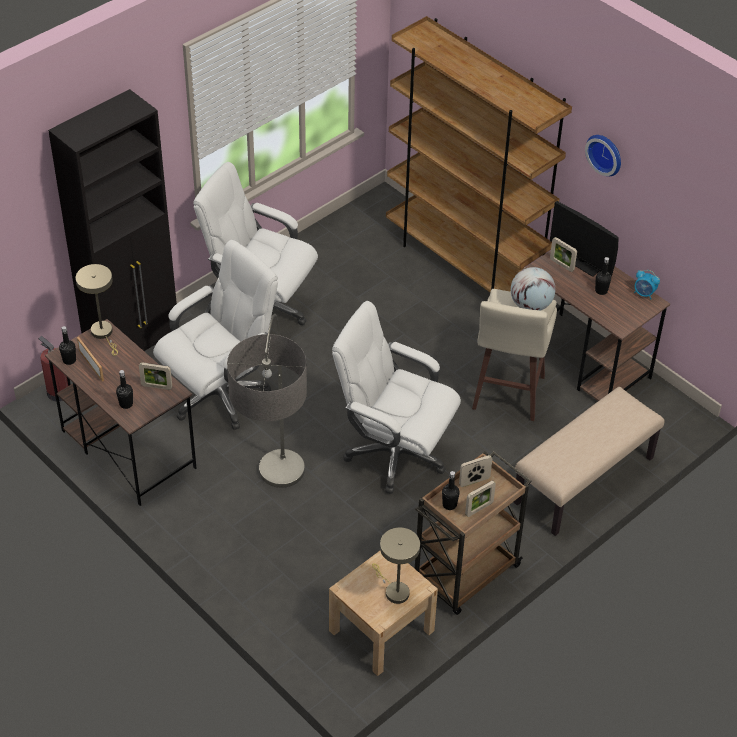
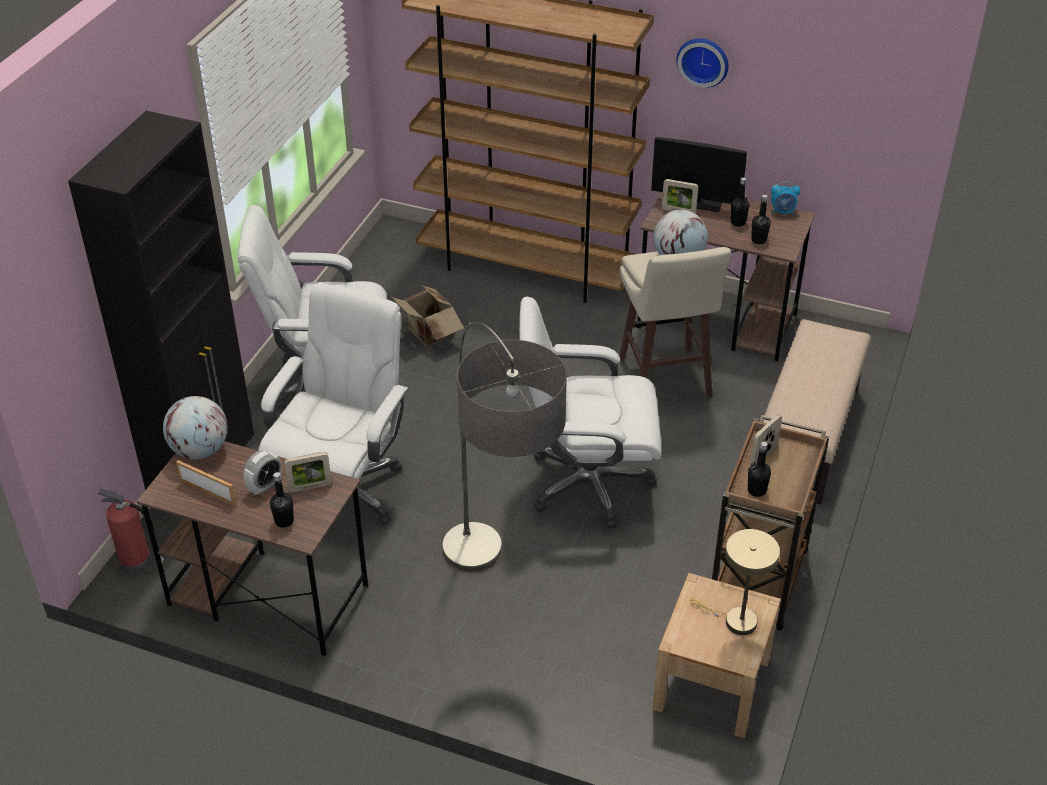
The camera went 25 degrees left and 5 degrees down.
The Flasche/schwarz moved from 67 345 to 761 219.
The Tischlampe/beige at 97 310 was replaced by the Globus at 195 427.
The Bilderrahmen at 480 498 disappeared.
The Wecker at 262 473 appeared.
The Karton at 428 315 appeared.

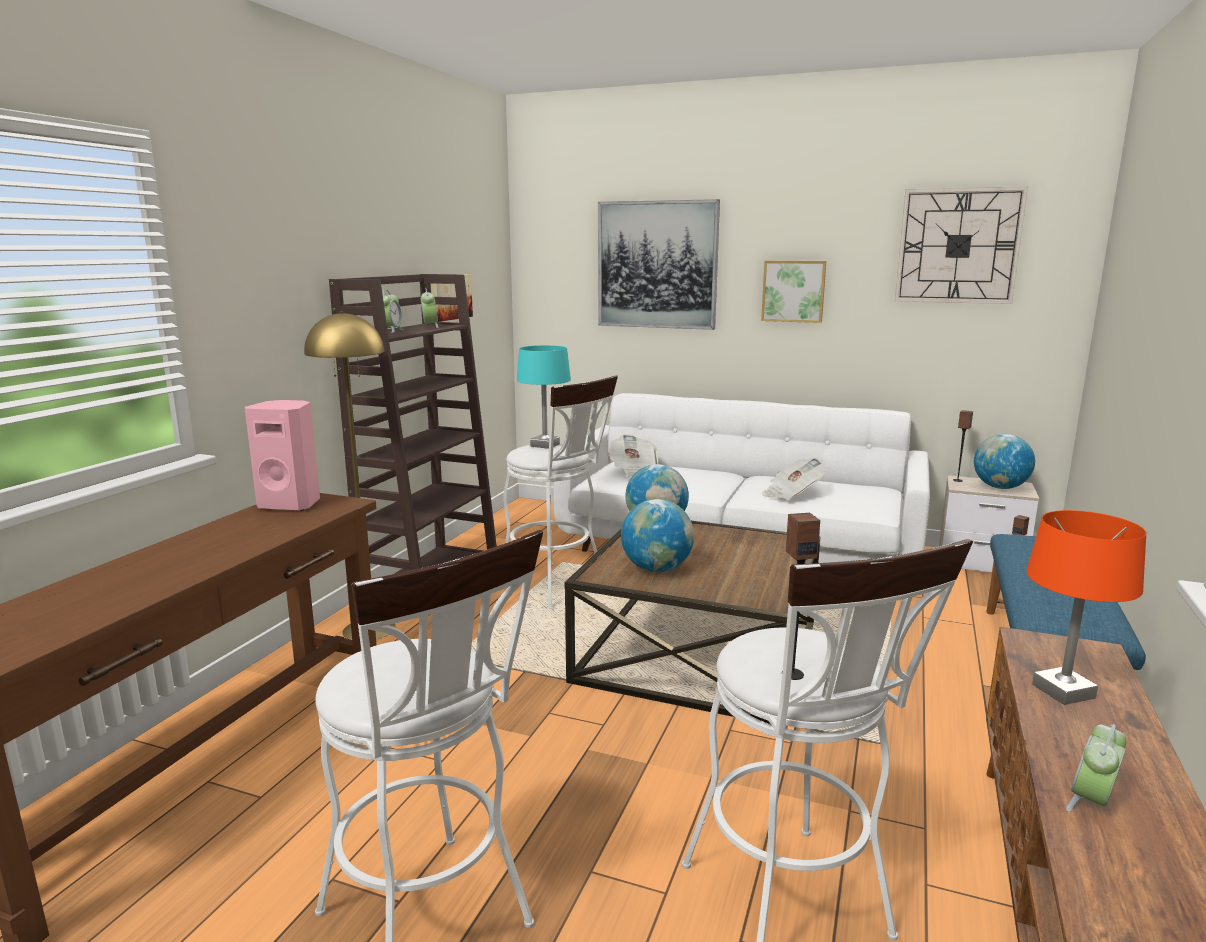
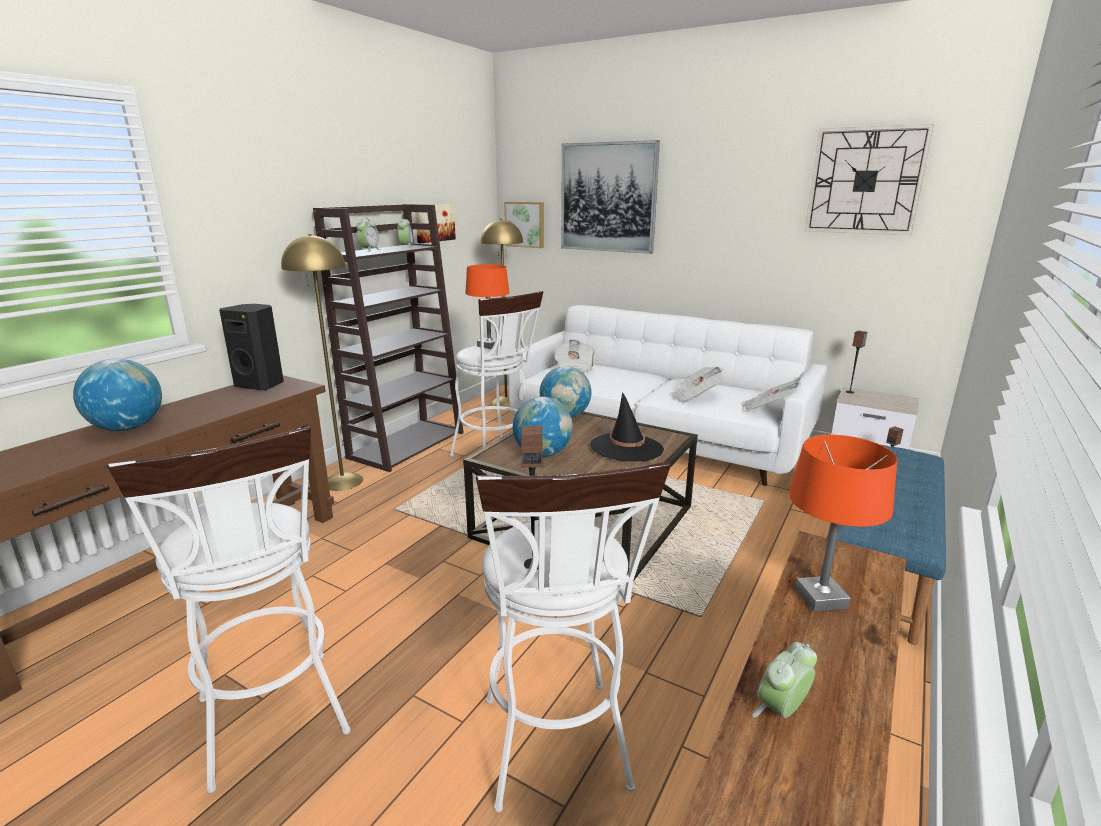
The camera went 10 degrees right and 5 degrees up.
The Lautsprecher/rosa at 282 455 became the Lautsprecher/schwarz at 251 347.
The Tischlampe/türkis at 544 397 became the Tischlampe/orange at 487 306.
The Bild moved from 793 292 to 524 225.
The Globus moved from 1004 461 to 117 395.
The Stehlampe/gelb at 502 312 appeared.
The Hut/schwarz at 627 426 appeared.
The Zeitung at 771 395 appeared.

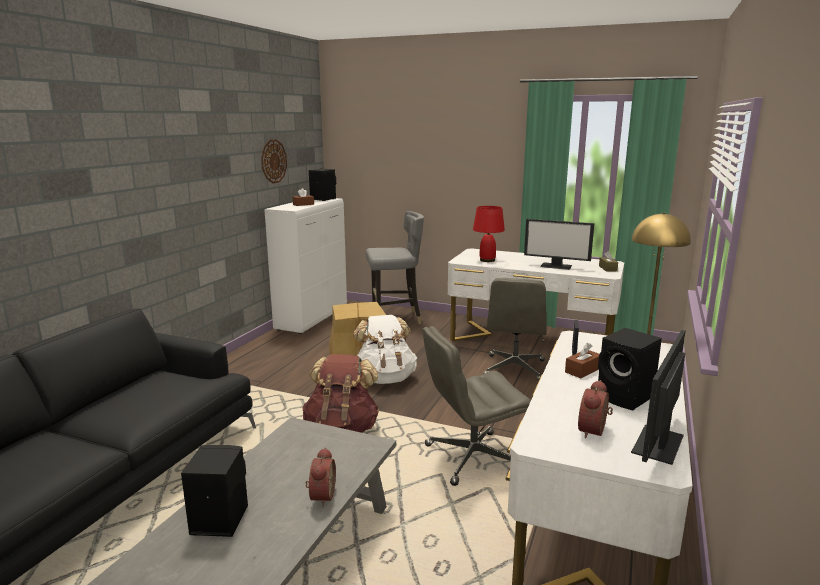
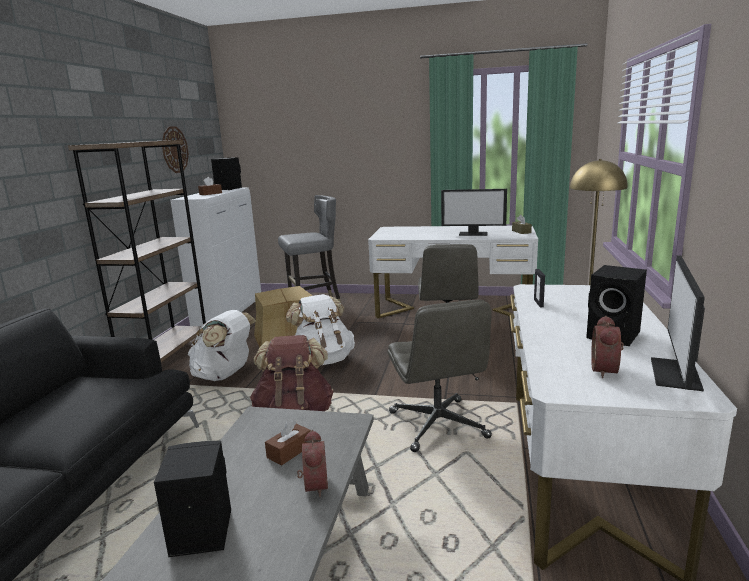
The camera went 10 degrees left and 0 degrees up.
The Bürostuhl/grau at 476 406 turned 75 degrees counterclockwise.
The Tischlampe/rot at 489 234 disappeared.
The Taschentuchbox/braun moved from 582 360 to 288 442.
The Bücherregal/braun at 137 251 appeared.
The Rucksack/weiß at 222 345 appeared.

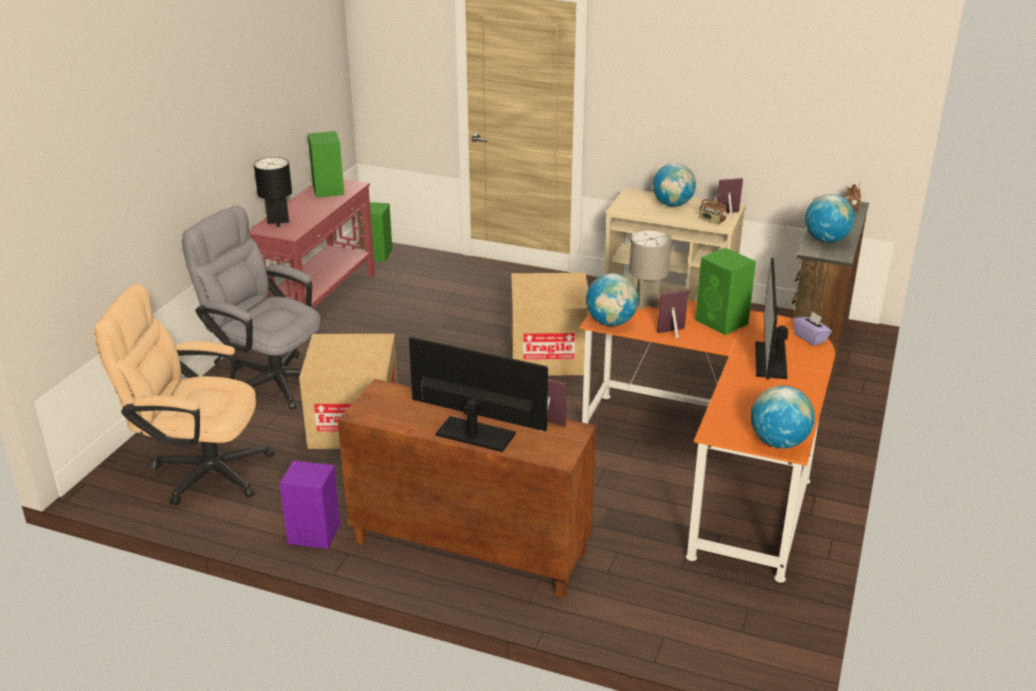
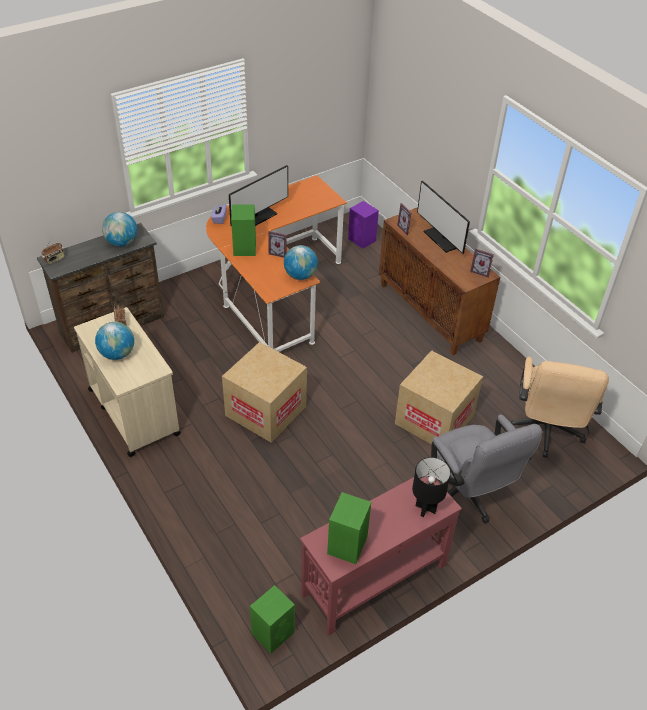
The camera went 145 degrees left and 15 degrees up.
The Bürostuhl/beige at 184 394 turned 60 degrees clockwise.
The Lautsprecher/lila moved from 309 504 to 363 225.
The Tischlampe/grau at 650 269 disappeared.
The Bilderrahmen moved from 730 198 to 482 263.
The Globus at 783 417 disappeared.

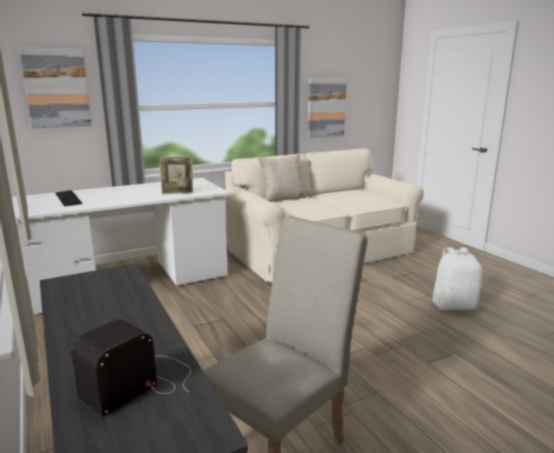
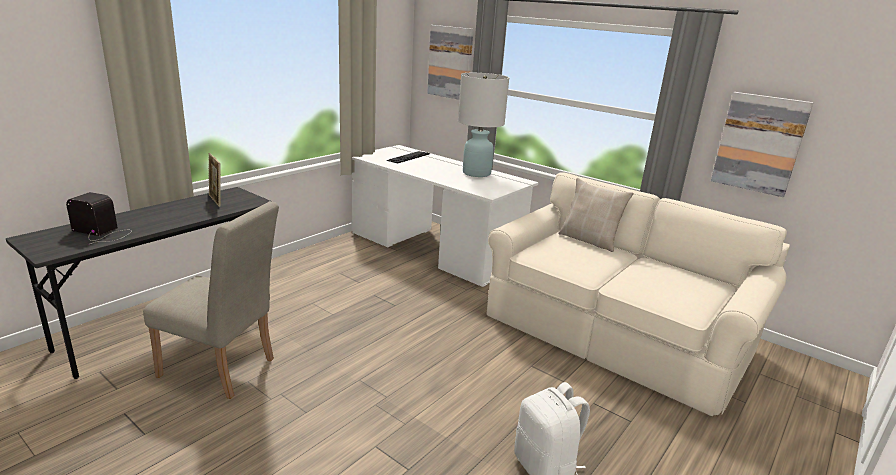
The camera went 65 degrees right and 5 degrees up.
The Bilderrahmen moved from 176 175 to 214 180.
The Tischlampe/weiß at 483 125 appeared.

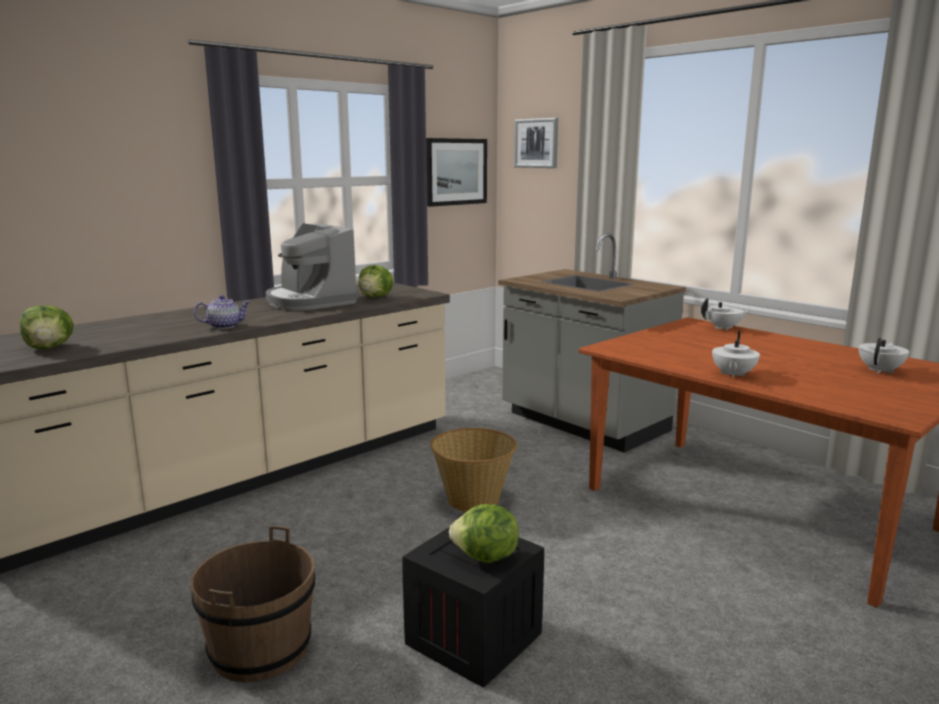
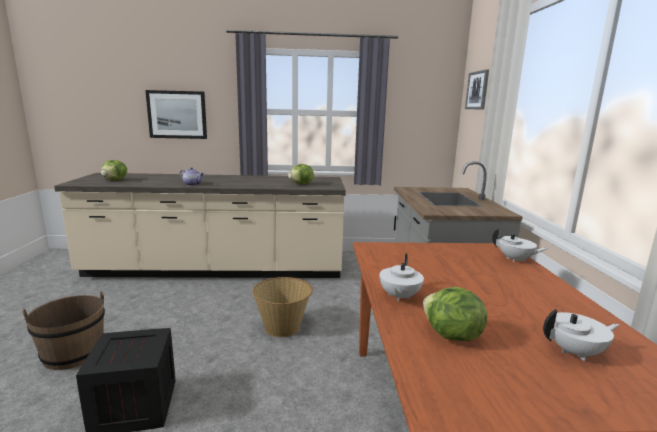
The camera went 40 degrees right and 0 degrees up.
The Kaffeemaschine at 312 266 disappeared.
The Bild moved from 456 172 to 176 114.
The Salatkopf moved from 484 533 to 455 314.
The Teekanne/weiß at 736 354 turned 45 degrees counterclockwise.

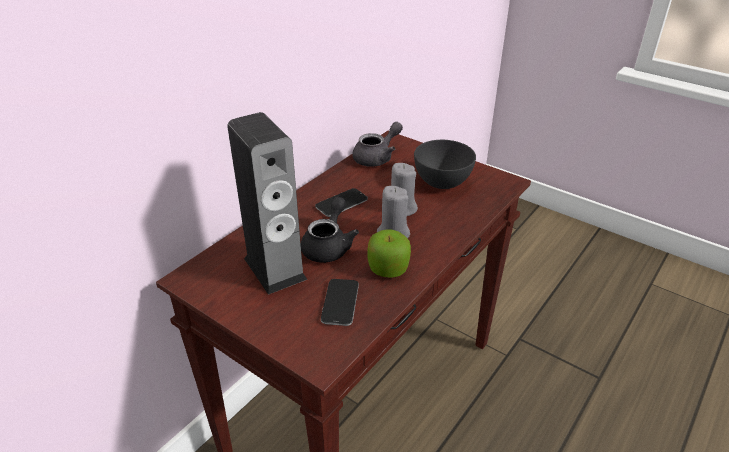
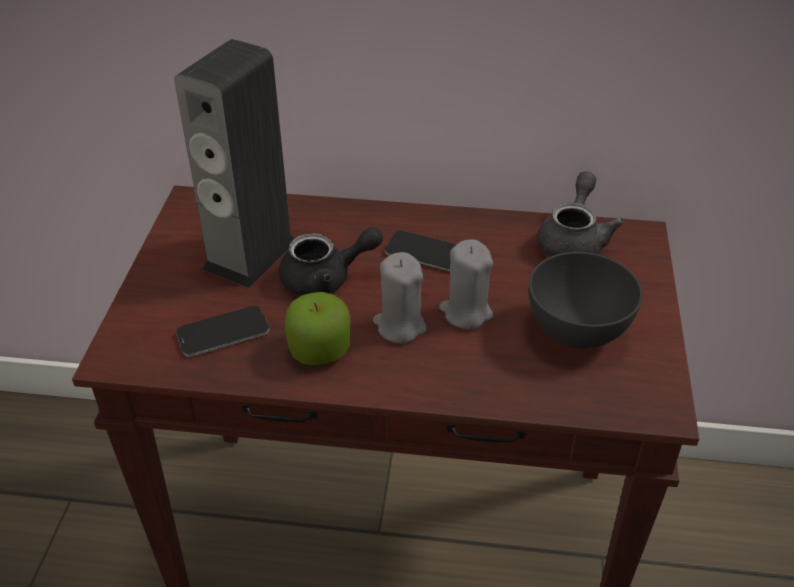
The camera went 60 degrees right and 5 degrees up.
The Teekanne/grau at 377 144 turned 90 degrees counterclockwise.

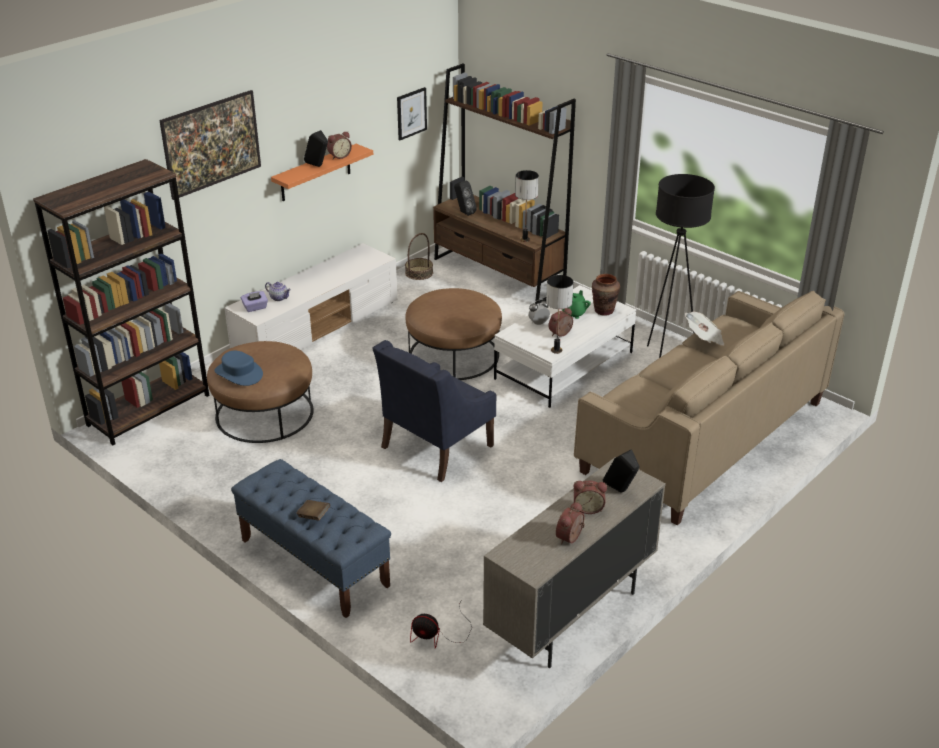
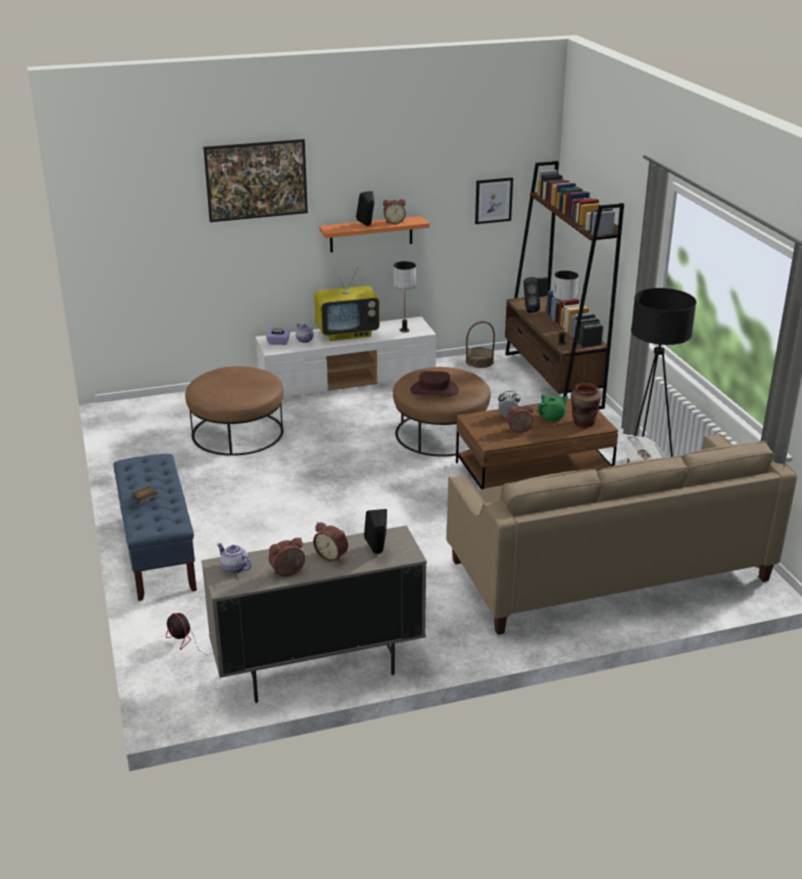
The camera went 30 degrees right and 5 degrees down.
The Bücherregal/braun at 121 302 disappeared.
The Hut/blau at 238 368 disappeared.
The Sessel/blau at 434 411 disappeared.
The Couchtisch/weiß at 565 346 became the Couchtisch/braun at 537 444.
The Tischlampe moved from 560 314 to 404 297.
The Teekanne at 234 558 appeared.
The Fernseher at 347 304 appeared.
The Hut/braun at 434 383 appeared.

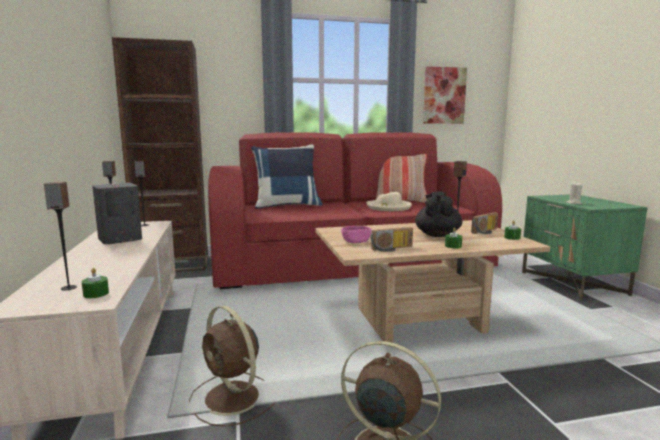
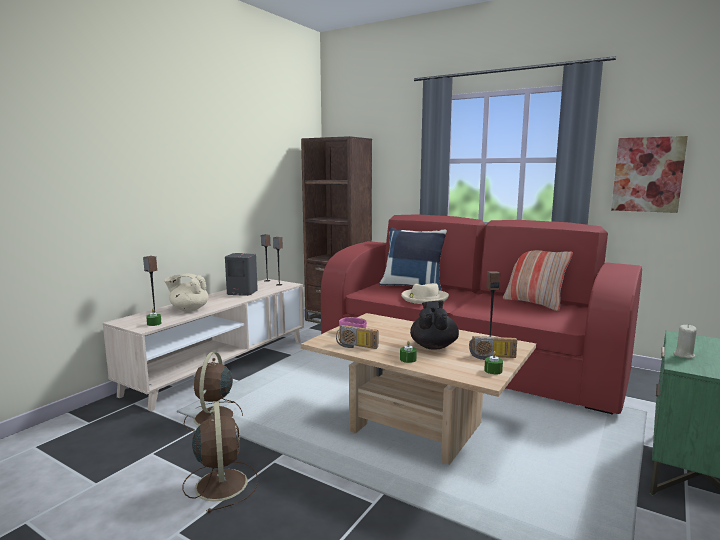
The camera went 45 degrees right and 0 degrees up.
The Hut/beige moved from 389 201 to 425 293.
The Teekanne/schwarz at 438 214 turned 45 degrees counterclockwise.
The Teekanne/beige at 186 293 appeared.

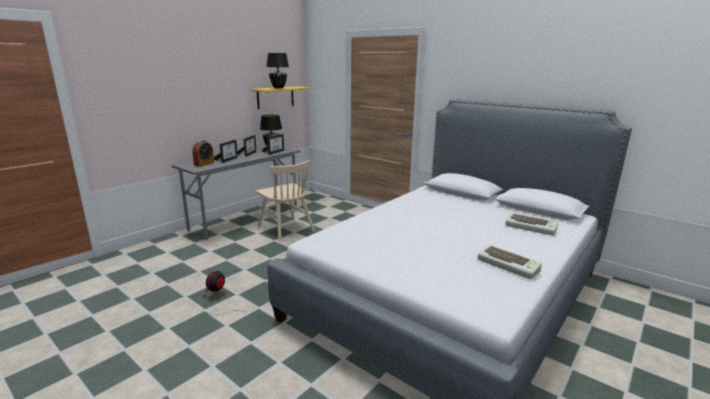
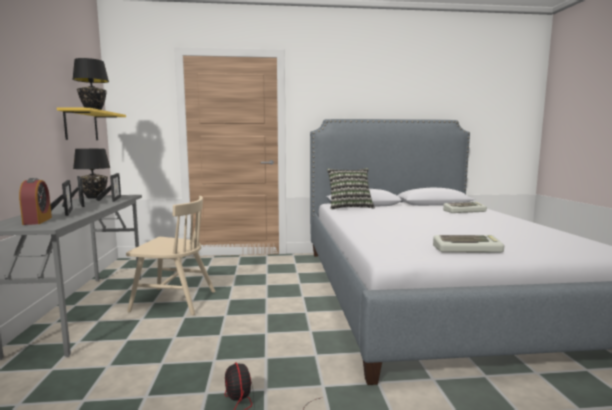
The camera went 45 degrees left and 10 degrees down.
The Tastatur moved from 510 262 to 468 244.
The Kissen at 351 189 appeared.

